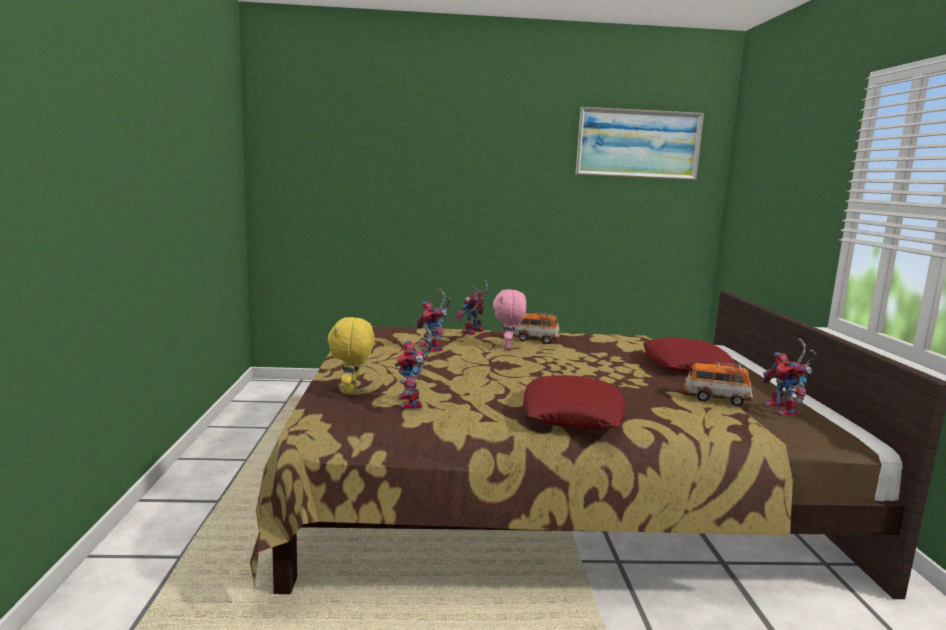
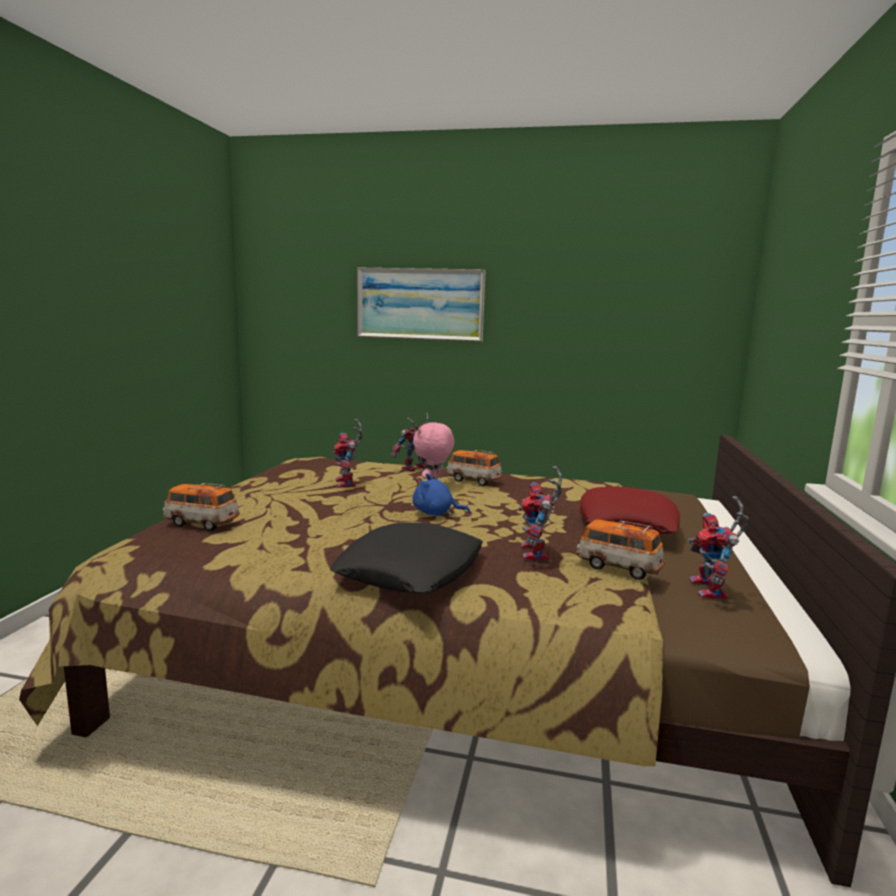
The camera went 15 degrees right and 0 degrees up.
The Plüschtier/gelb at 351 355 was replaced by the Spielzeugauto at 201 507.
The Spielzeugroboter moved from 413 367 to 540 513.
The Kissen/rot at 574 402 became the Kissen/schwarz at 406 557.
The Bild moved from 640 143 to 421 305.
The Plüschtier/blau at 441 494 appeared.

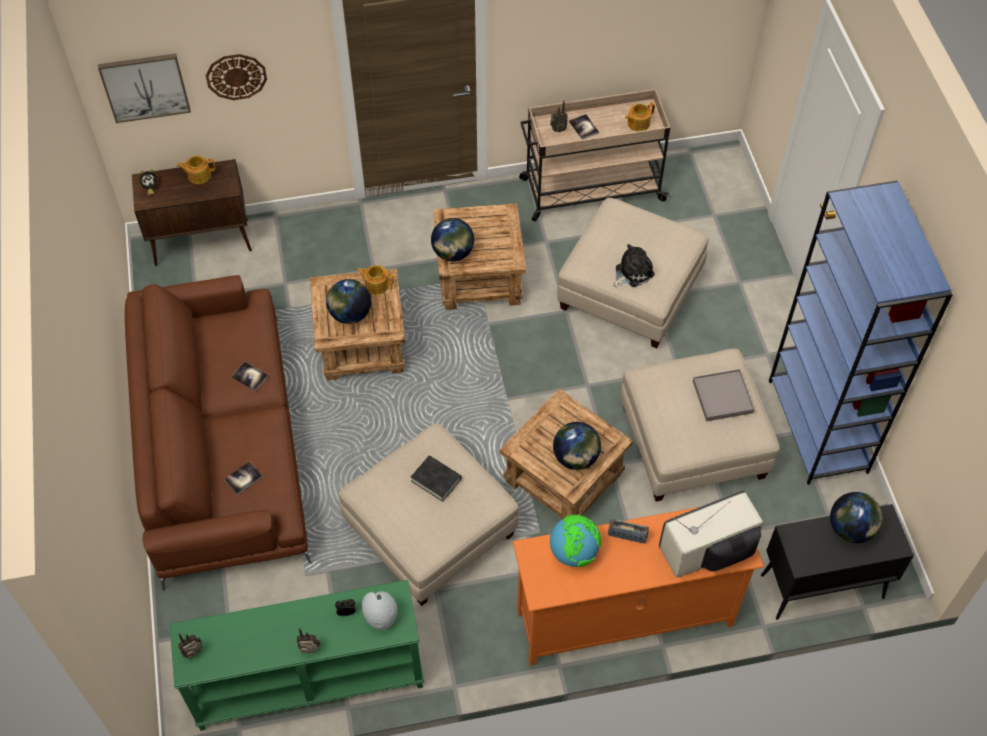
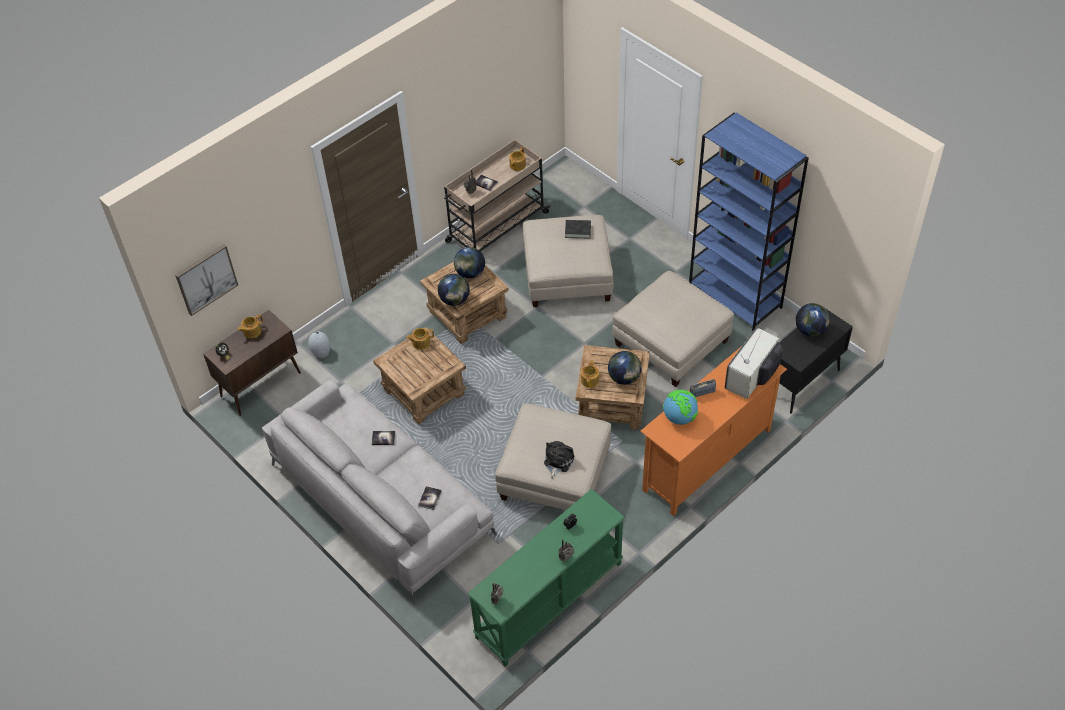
The camera went 30 degrees left and 5 degrees down.
The Sofa/braun at 218 433 became the Sofa/grau at 379 492.
The Wanduhr at 236 77 disappeared.
The Globus moved from 348 301 to 469 263.
The Vase/grau moved from 379 610 to 319 344.
The Buch/schwarz moved from 436 478 to 578 229.
The Plüschtier moved from 634 265 to 559 460.
The Tablett/grau at 724 395 disappeared.
The Teekanne at 590 374 appeared.

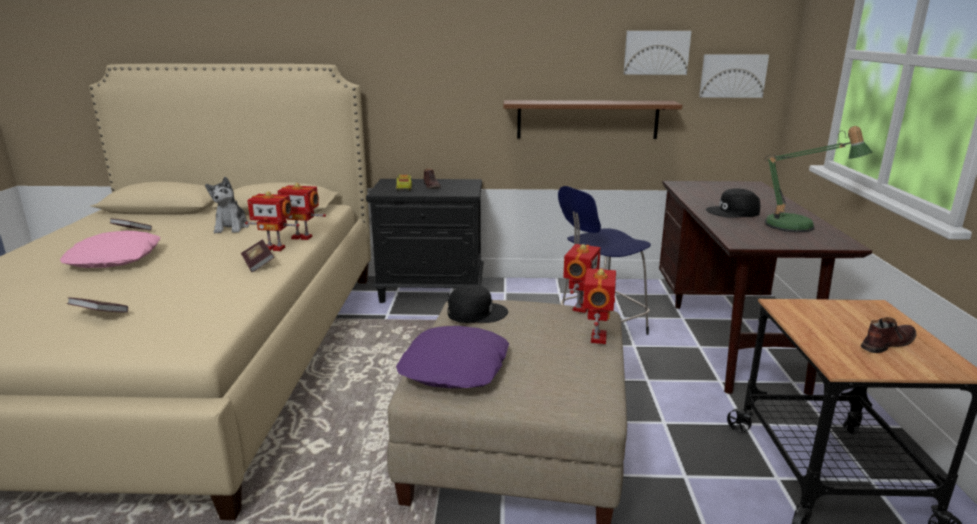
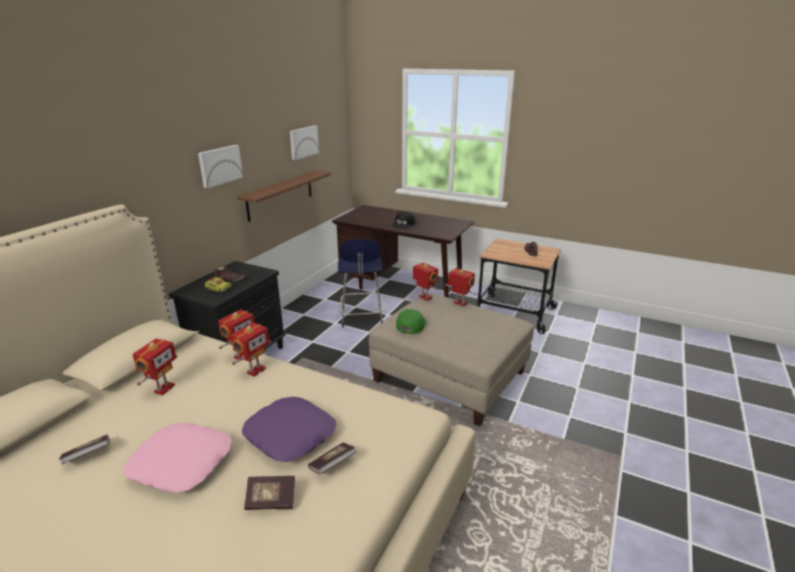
The camera went 65 degrees left and 5 degrees up.
The Plüschtier at 227 205 was replaced by the Spielzeugroboter at 155 367.
The Buch moved from 257 255 to 269 493.
The Kissen/lila moved from 452 357 to 289 429.
The Kappe/schwarz at 478 304 became the Kappe/grün at 411 321.
The Bild moved from 734 76 to 220 166.
The Tischlampe at 819 179 disappeared.

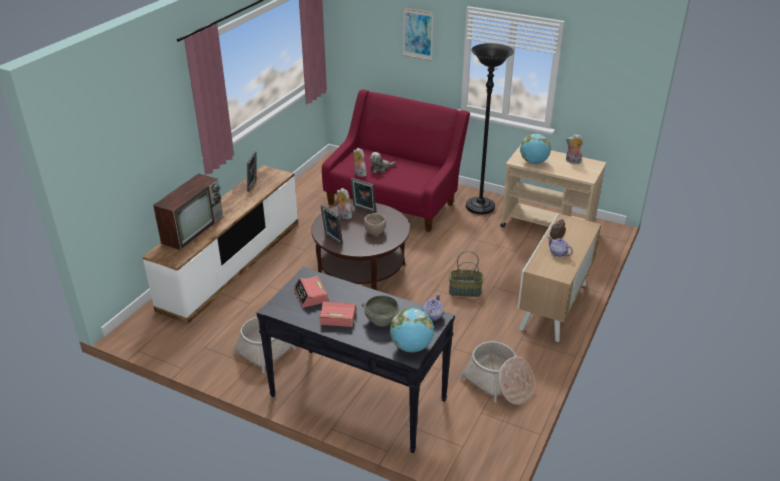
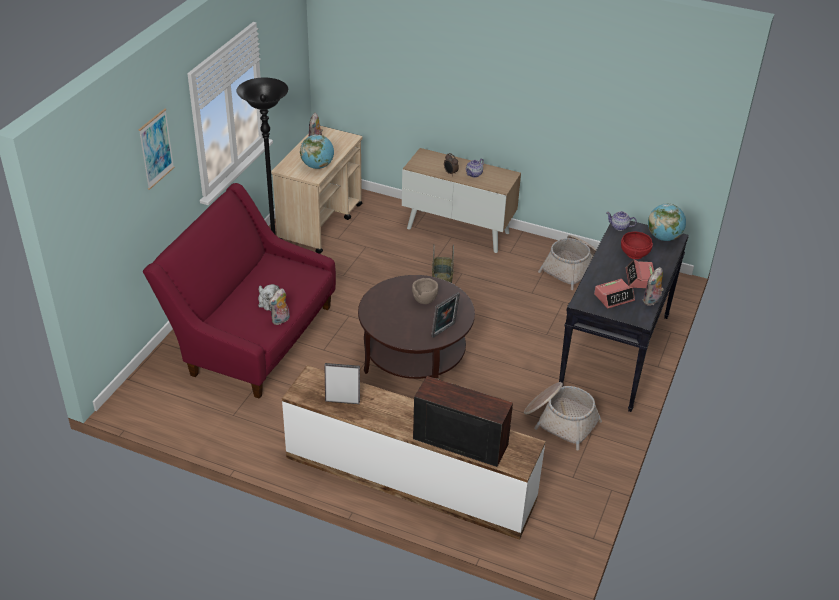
The camera went 95 degrees left and 5 degrees up.
The Plüschtier moved from 344 203 to 653 286.
The Bilderrahmen at 363 195 disappeared.
The Schüssel/grau at 381 310 became the Schüssel/rot at 637 245.

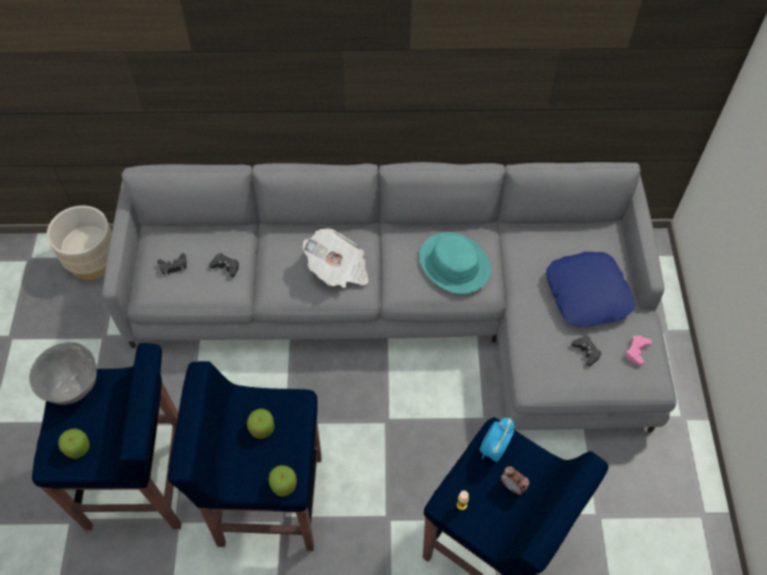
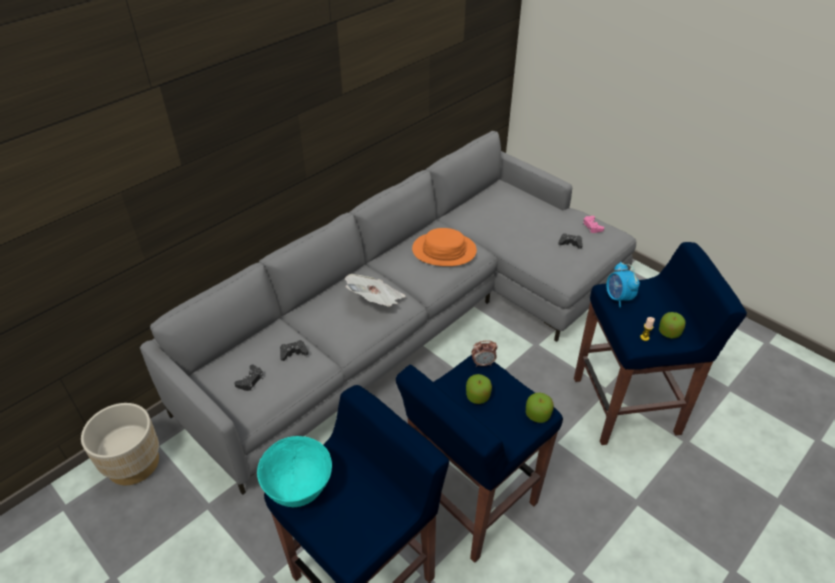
The camera went 45 degrees left and 15 degrees down.
The Schüssel/grau at 63 373 became the Schüssel/türkis at 294 471.
The Apfel moved from 74 443 to 672 325.
The Hut/türkis at 455 263 became the Hut/orange at 444 247.
The Wecker moved from 515 480 to 484 353.
The Kissen/blau at 590 289 disappeared.

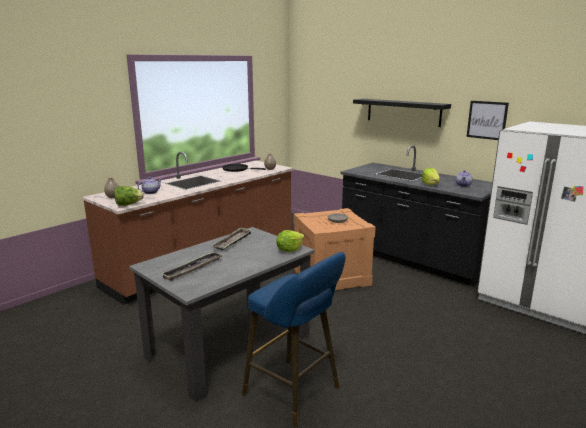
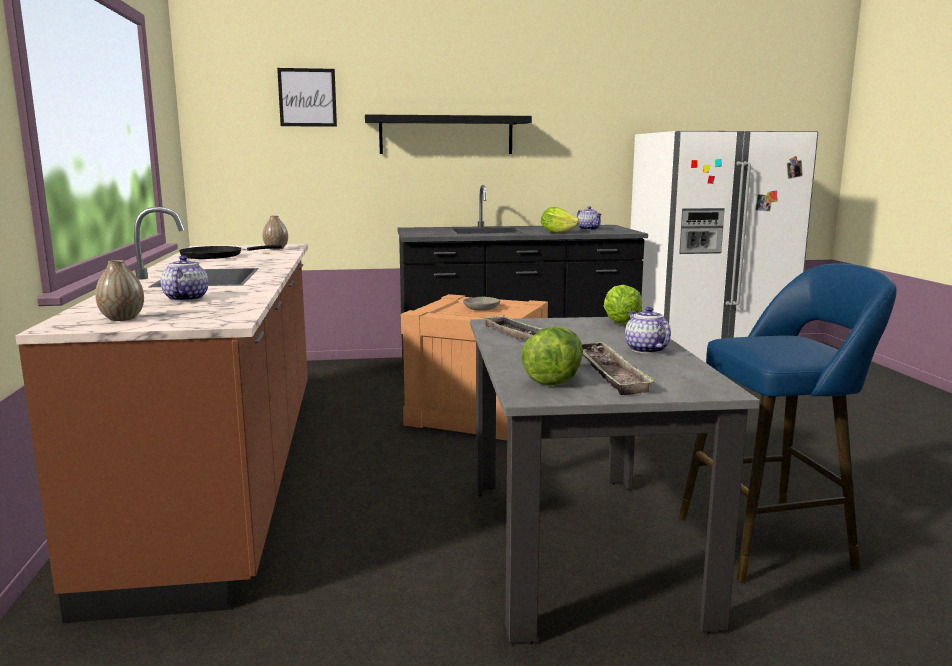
The camera went 50 degrees left and 5 degrees down.
The Salatkopf moved from 129 196 to 552 356.
The Bild moved from 488 120 to 307 97.
The Teekanne at 648 330 appeared.

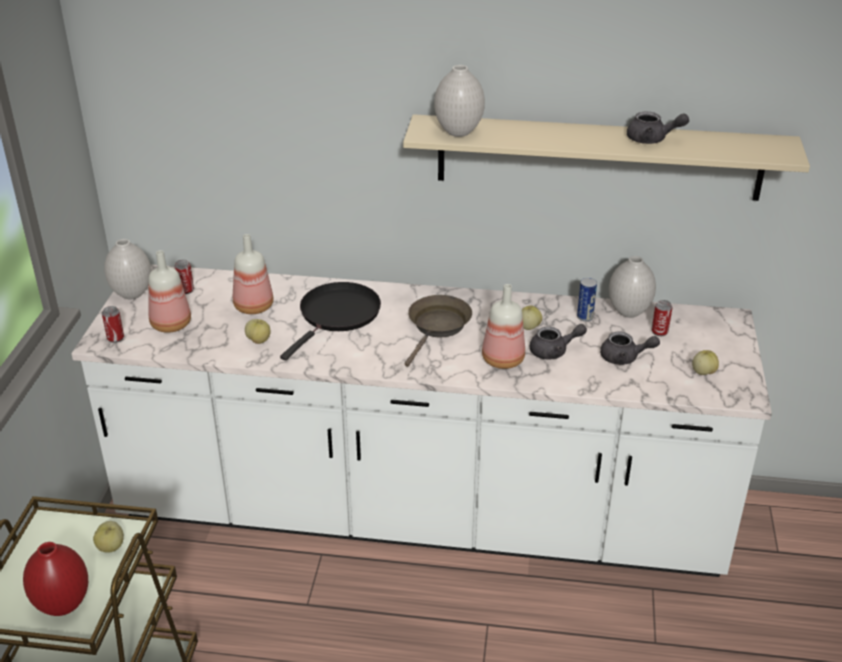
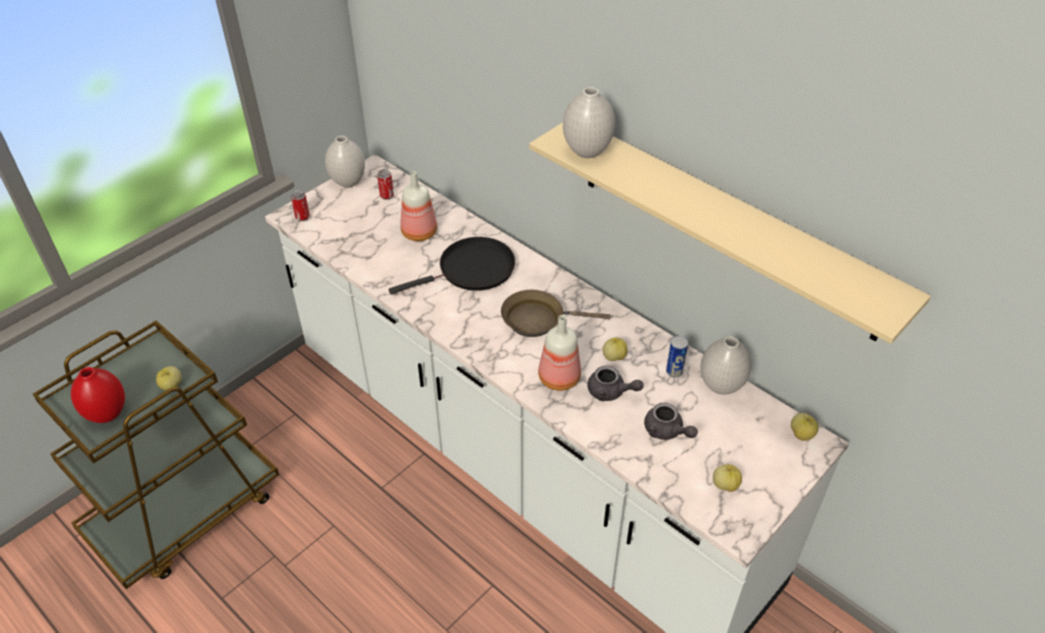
The camera went 35 degrees right and 10 degrees up.
The Flasche at 169 291 disappeared.
The Apfel moved from 258 331 to 805 427.
The Pfanne/braun at 438 331 turned 150 degrees counterclockwise.
The Teekanne/grau at 658 128 disappeared.
The Dose at 662 318 disappeared.

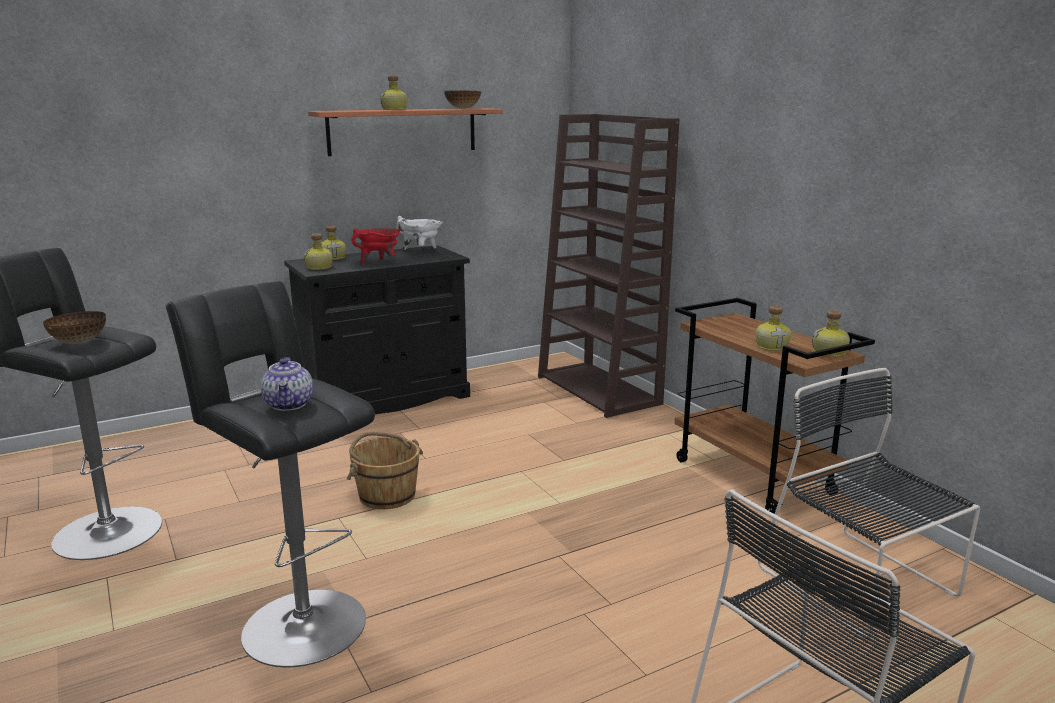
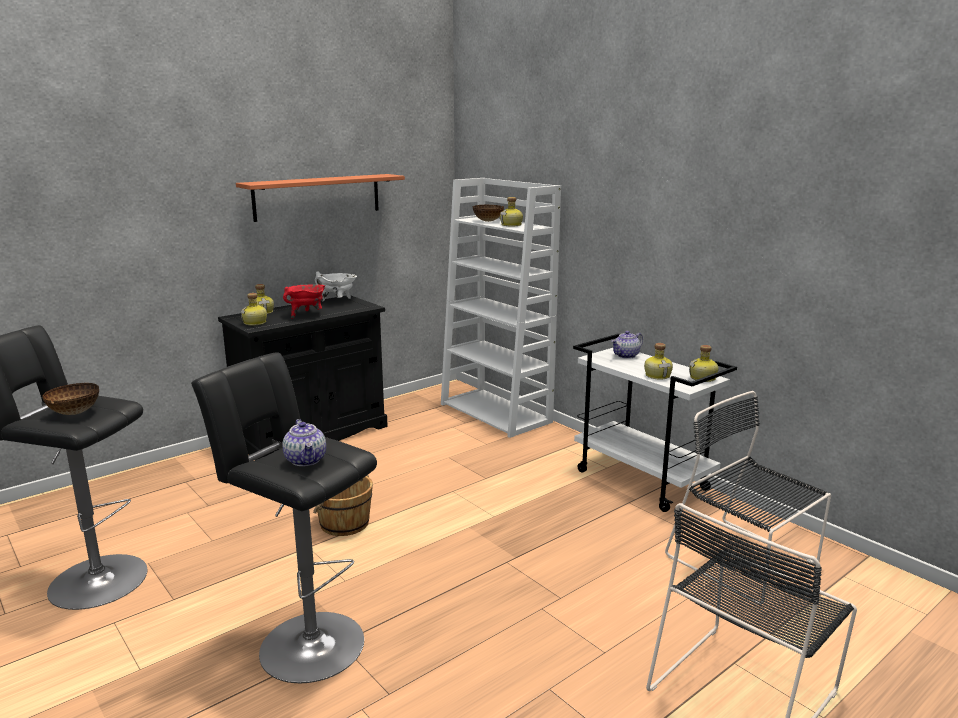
The camera went 10 degrees left and 0 degrees up.
The Flasche moved from 394 92 to 511 211.
The Schüssel moved from 462 99 to 488 213.
The Bücherregal/braun at 608 266 became the Bücherregal/weiß at 501 308.
The Rollwagen/braun at 775 406 became the Rollwagen/weiß at 655 423.
The Teekanne at 627 345 appeared.

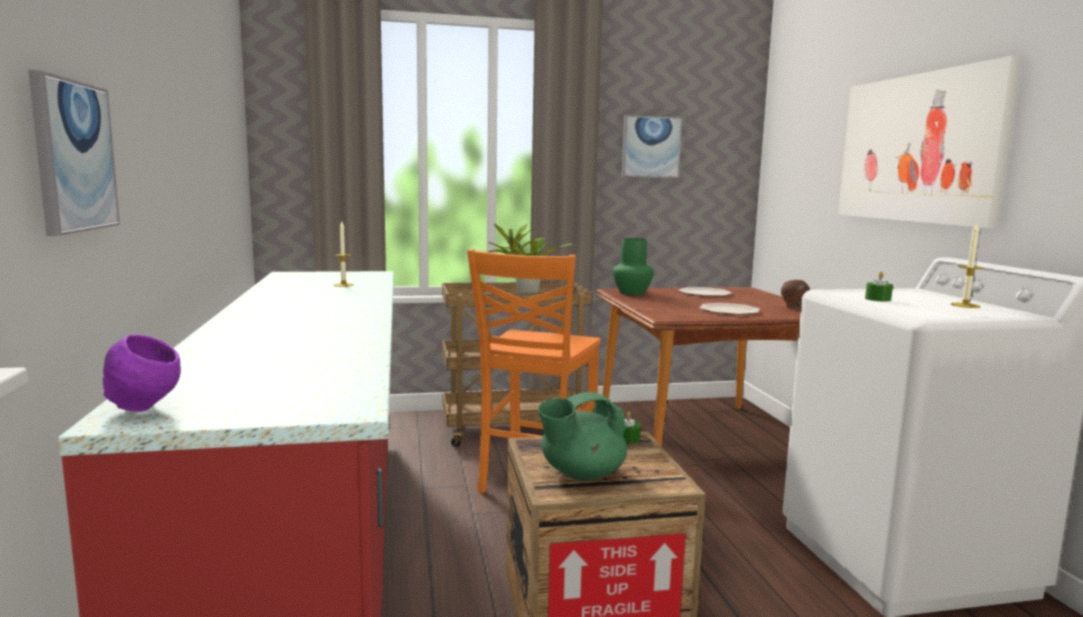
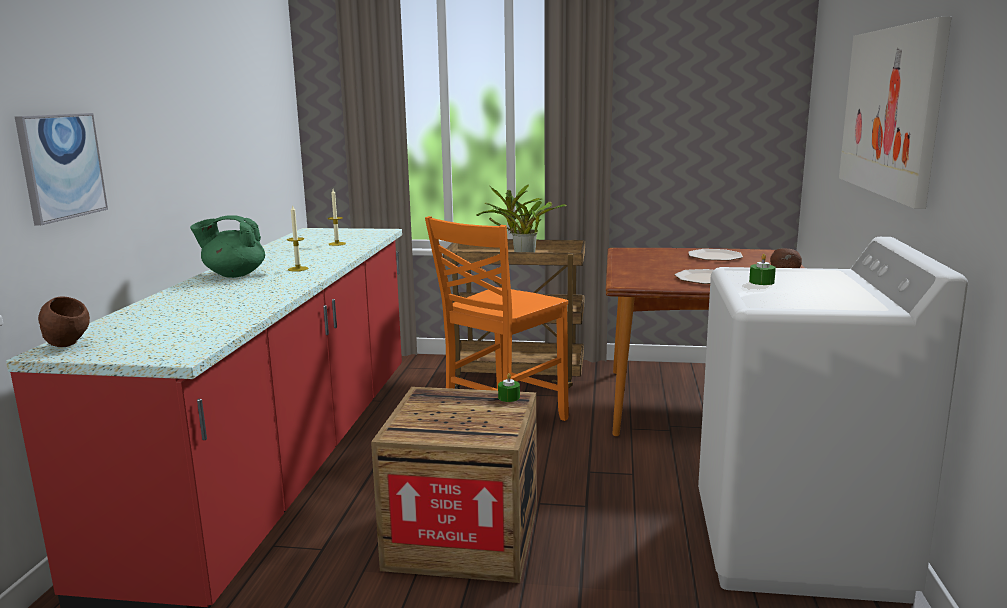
The camera went 20 degrees right and 5 degrees up.
The Schüssel/lila at 142 373 became the Schüssel/braun at 64 322.
The Teekanne/grün moved from 582 436 to 227 246.
The Vase/grün at 633 266 disappeared.
The Bild at 652 146 disappeared.
The Kerze moved from 967 265 to 297 238.

